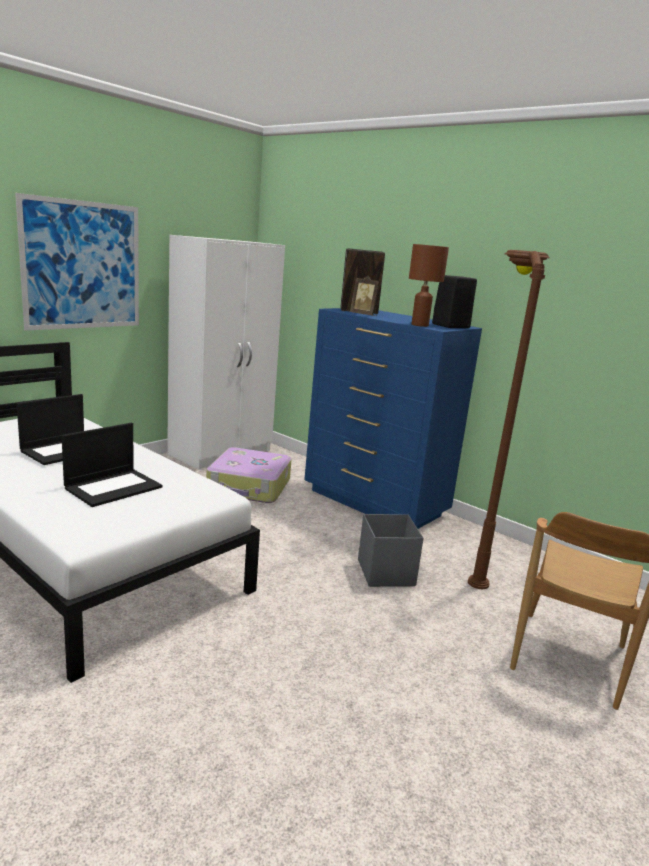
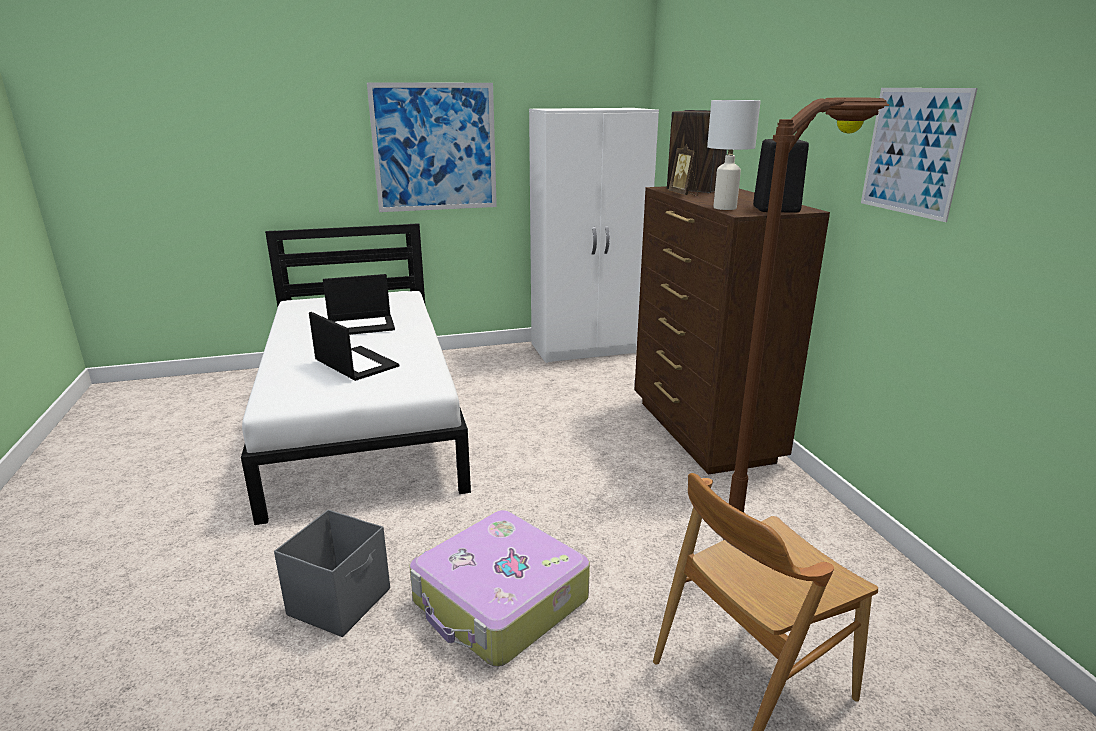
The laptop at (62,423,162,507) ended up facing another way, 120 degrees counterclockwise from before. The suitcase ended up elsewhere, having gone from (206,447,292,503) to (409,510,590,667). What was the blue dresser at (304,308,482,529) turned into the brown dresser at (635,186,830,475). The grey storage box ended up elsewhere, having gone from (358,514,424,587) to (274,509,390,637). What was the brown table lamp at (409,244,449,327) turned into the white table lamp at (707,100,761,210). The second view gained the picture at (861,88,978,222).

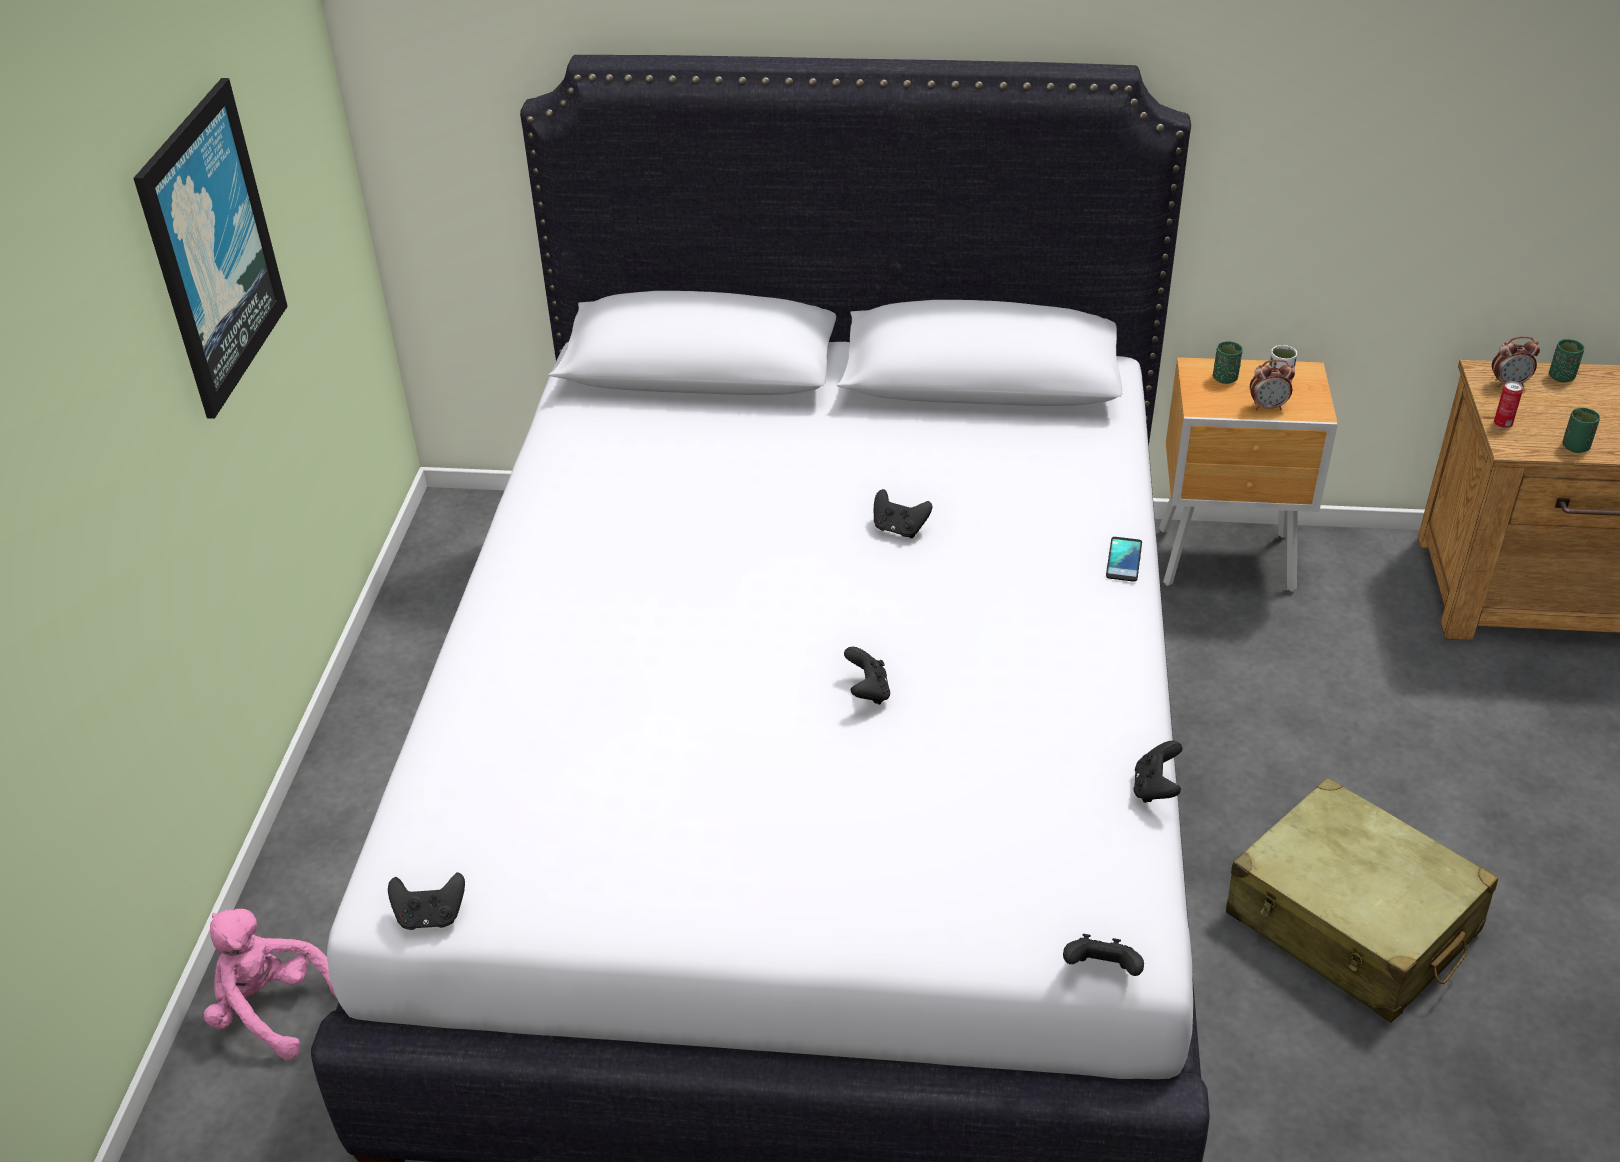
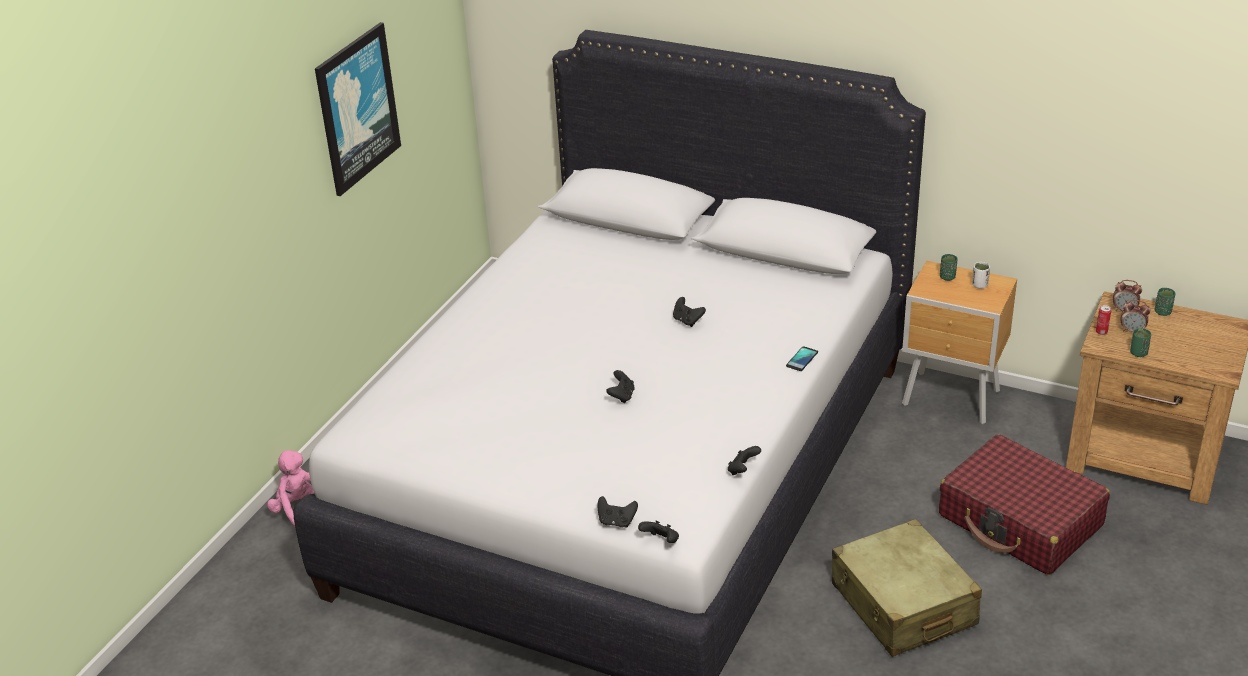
The black game controller ended up elsewhere, having gone from (388,872,465,930) to (598,496,638,528). The alarm clock ended up elsewhere, having gone from (1250,360,1295,410) to (1120,300,1151,332). The second view gained the red suitcase at (939,434,1110,575).

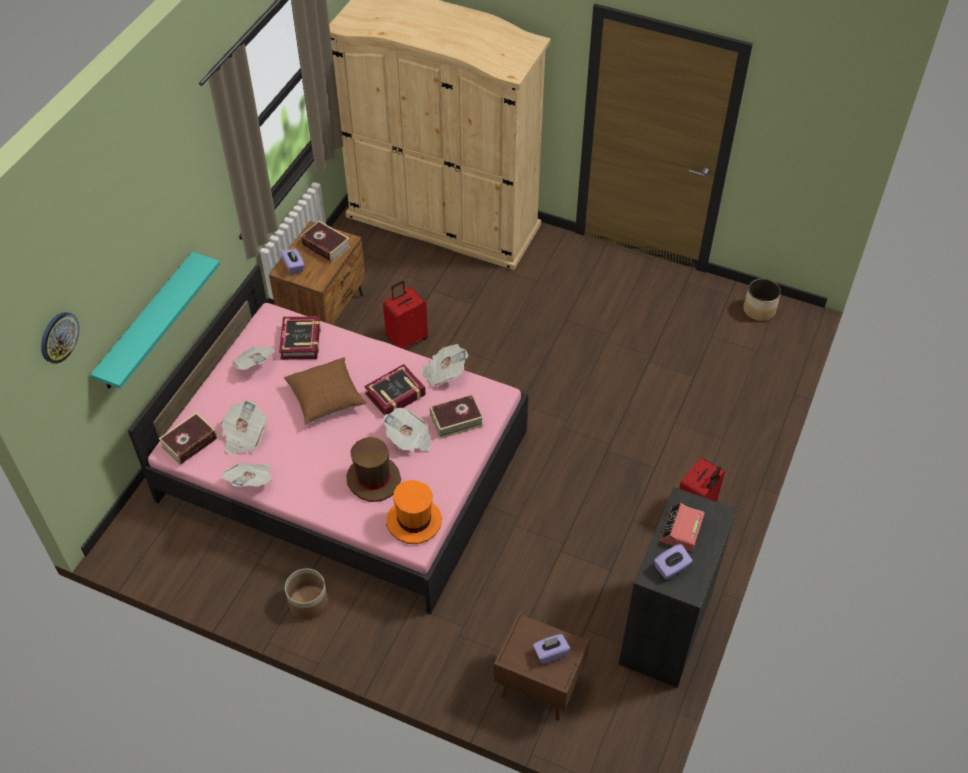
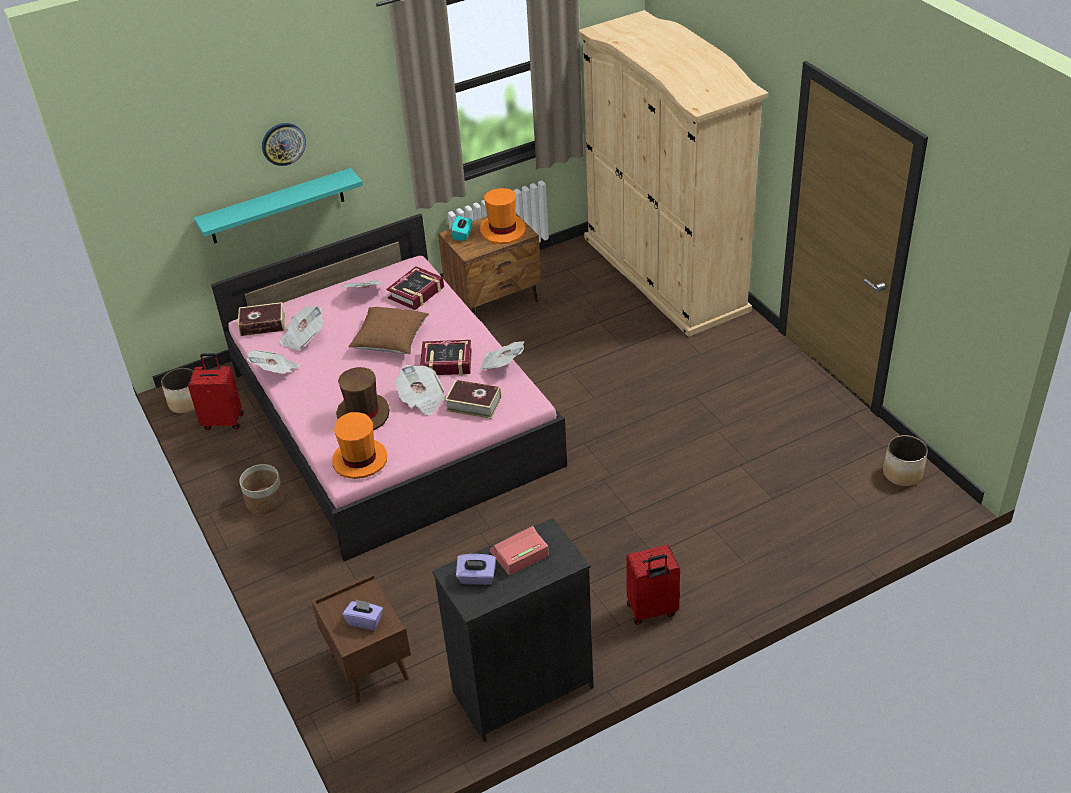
The wall clock ended up elsewhere, having gone from (41,312,79,364) to (262,123,306,166). What was the purple tissue box at (280,248,305,275) turned into the turquoise tissue box at (451,216,473,241). Where the book stood at (300,221,351,263), the orange hat came to stand at (480,188,526,244). The red suitcase ended up elsewhere, having gone from (383,281,428,350) to (188,353,243,430). The second view gained the planter at (161,368,195,413).

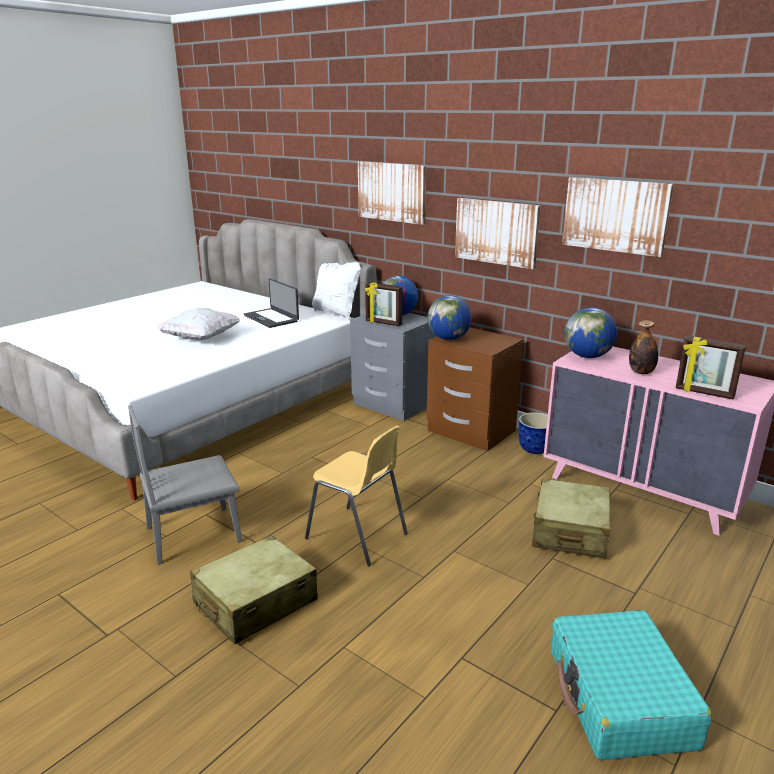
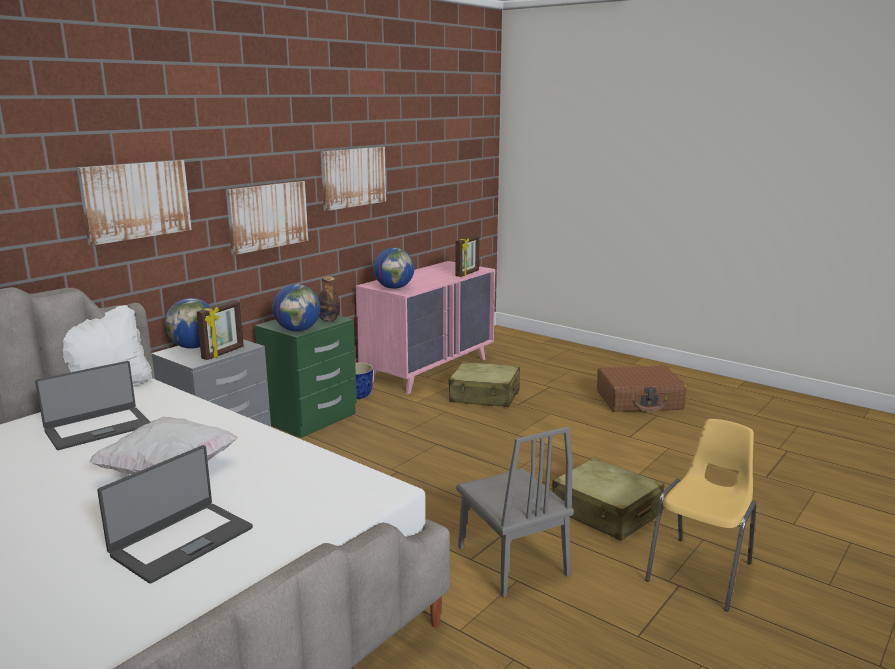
The yellow chair ended up elsewhere, having gone from (305,425,408,566) to (645,419,757,612). What was the brown nightstand at (427,327,523,451) turned into the green nightstand at (254,316,357,438). What was the turquoise suitcase at (551,610,712,760) turned into the brown suitcase at (597,365,687,413). The bottle ended up elsewhere, having gone from (629,320,658,374) to (318,276,340,322). The second view gained the laptop at (97,445,253,584).

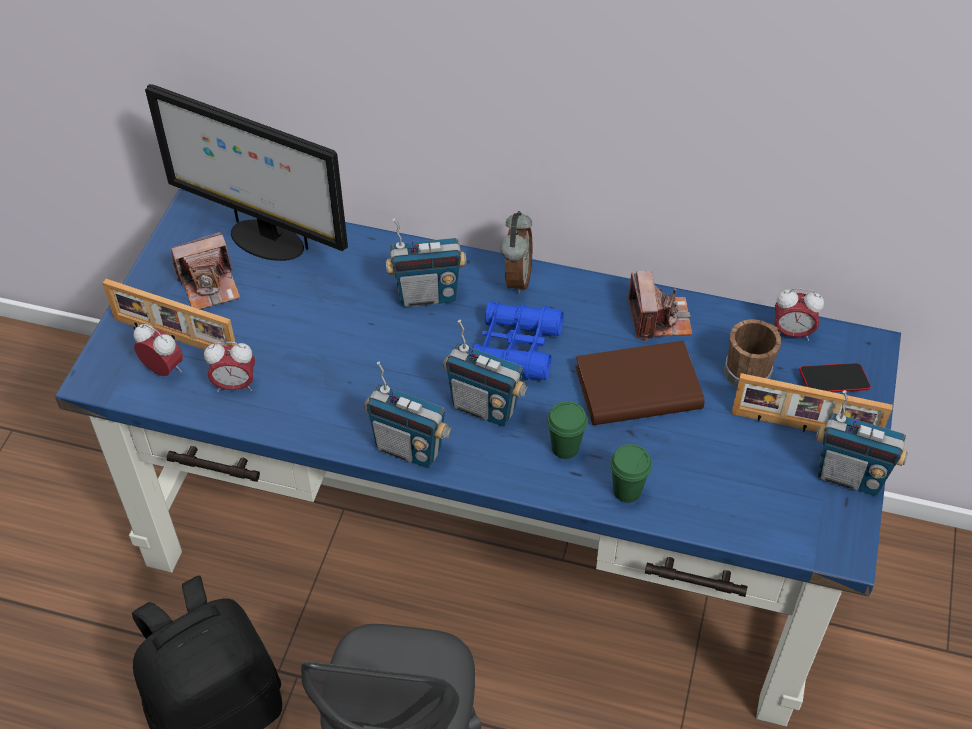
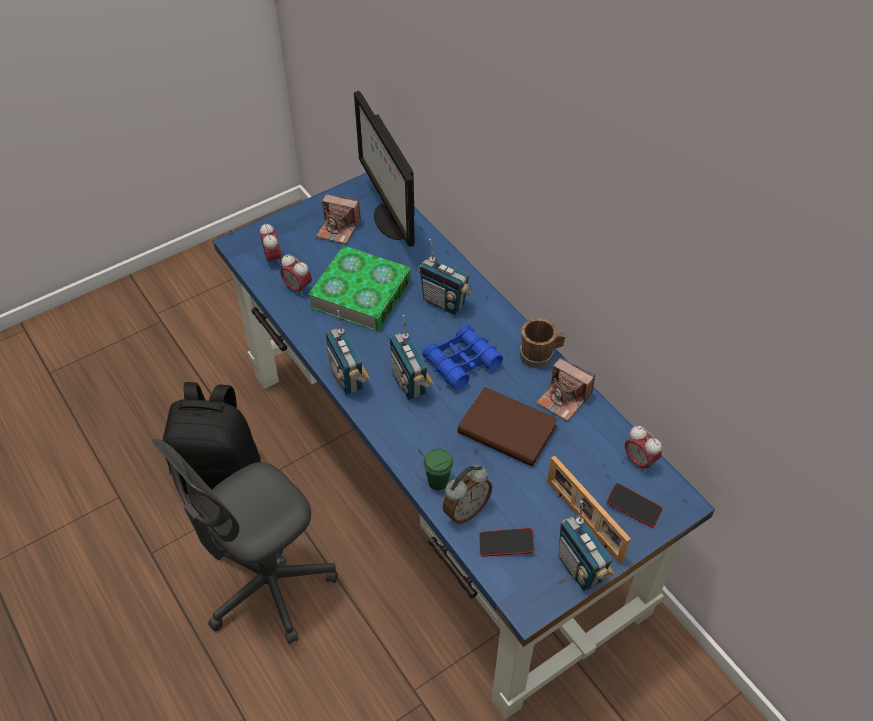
The second view lost the picture frame at (103,279,236,350). The alarm clock ended up elsewhere, having gone from (501,211,532,294) to (443,465,492,523). The second view lost the green cup at (547,401,588,459). The photo camera at (628,271,692,341) ended up facing another way, 90 degrees clockwise from before. The brown mug ended up elsewhere, having gone from (724,319,781,388) to (520,318,565,369). The second view gained the book at (308,245,411,331). The second view gained the phone at (479,528,535,557).

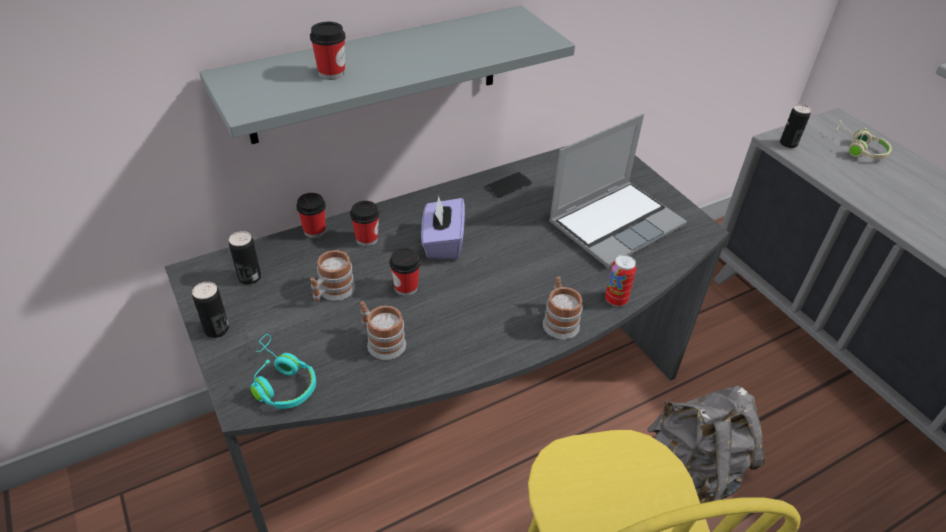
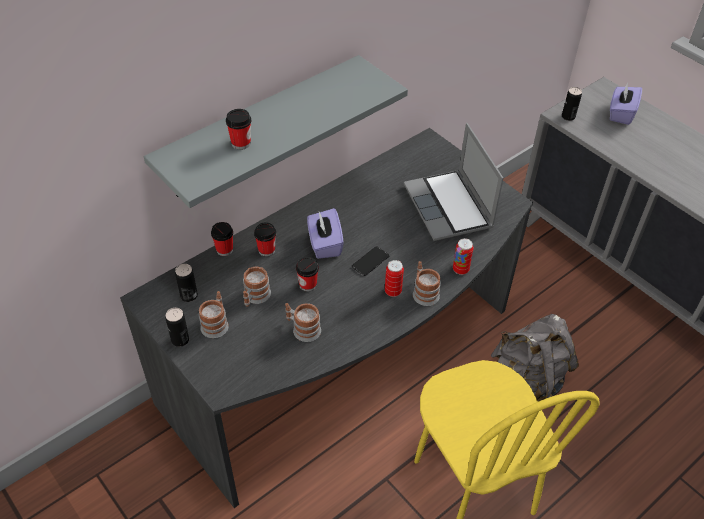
The second view lost the turquoise headphones at (250,334,316,409). The phone ended up elsewhere, having gone from (486,172,532,197) to (352,247,389,276). The laptop at (549,114,687,268) ended up facing another way, 120 degrees clockwise from before. Where the beige headphones stood at (836,121,892,159), the purple tissue box came to stand at (610,82,642,125). The second view gained the mug at (199,291,229,338). The second view gained the can at (385,260,404,297).

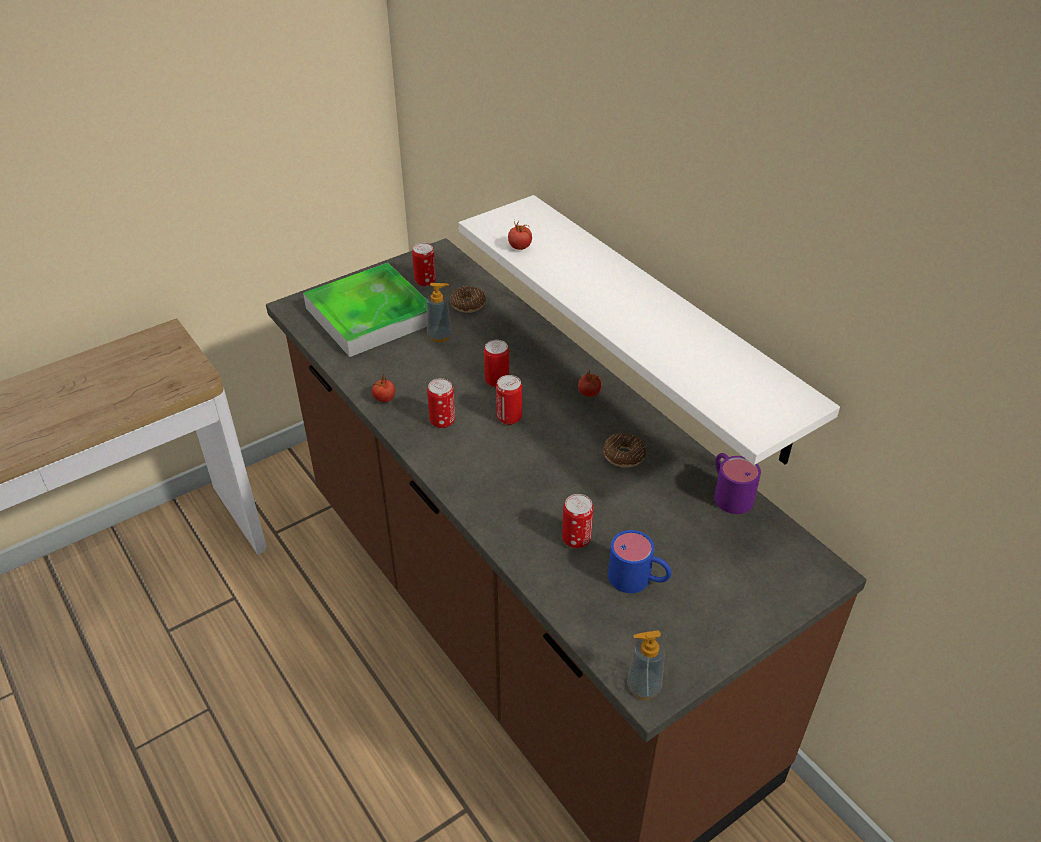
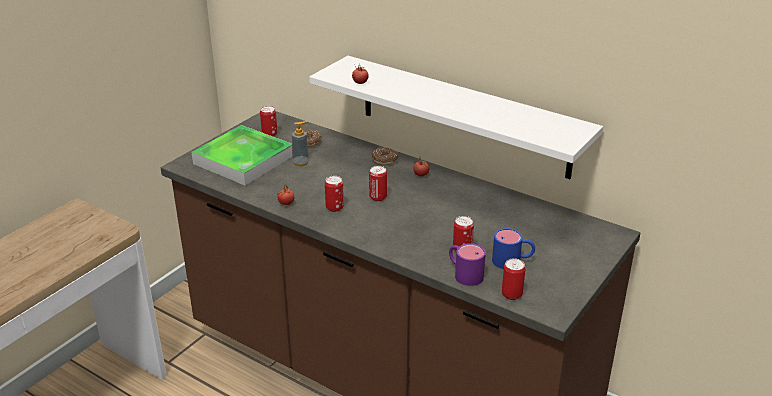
The can ended up elsewhere, having gone from (484,340,509,388) to (502,258,525,300). The donut ended up elsewhere, having gone from (603,433,646,467) to (372,148,398,165). The second view lost the soap dispenser at (627,630,665,700). The purple mug ended up elsewhere, having gone from (714,453,761,514) to (449,243,486,286).

